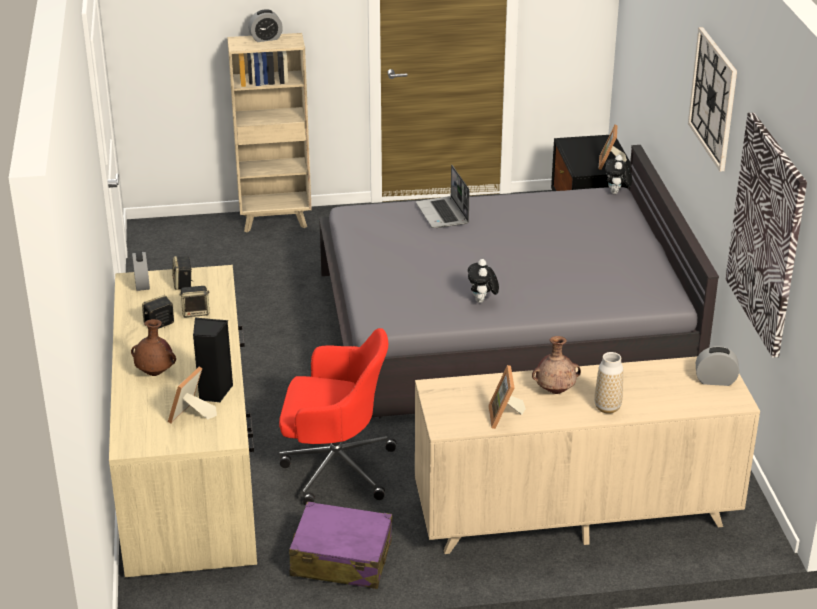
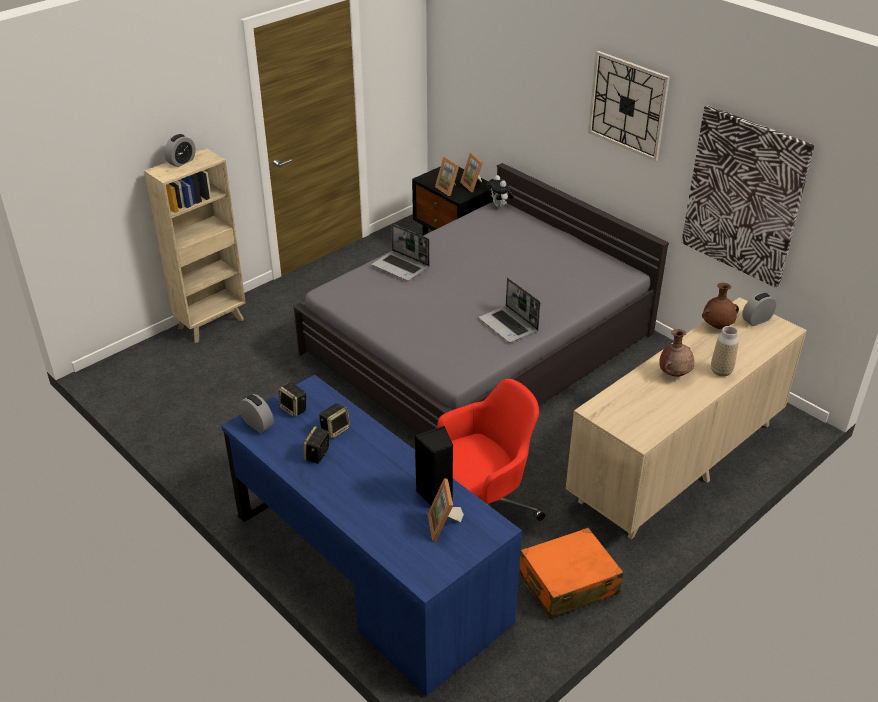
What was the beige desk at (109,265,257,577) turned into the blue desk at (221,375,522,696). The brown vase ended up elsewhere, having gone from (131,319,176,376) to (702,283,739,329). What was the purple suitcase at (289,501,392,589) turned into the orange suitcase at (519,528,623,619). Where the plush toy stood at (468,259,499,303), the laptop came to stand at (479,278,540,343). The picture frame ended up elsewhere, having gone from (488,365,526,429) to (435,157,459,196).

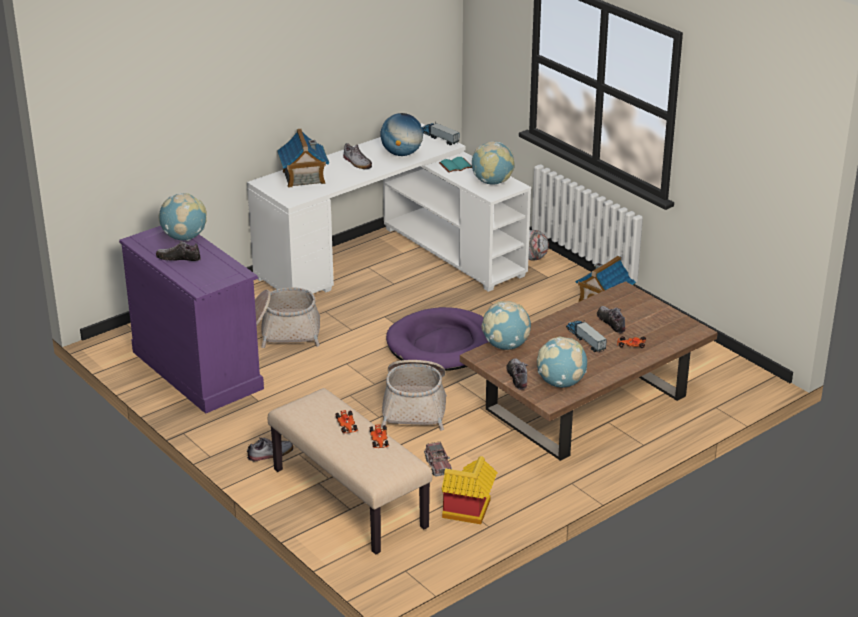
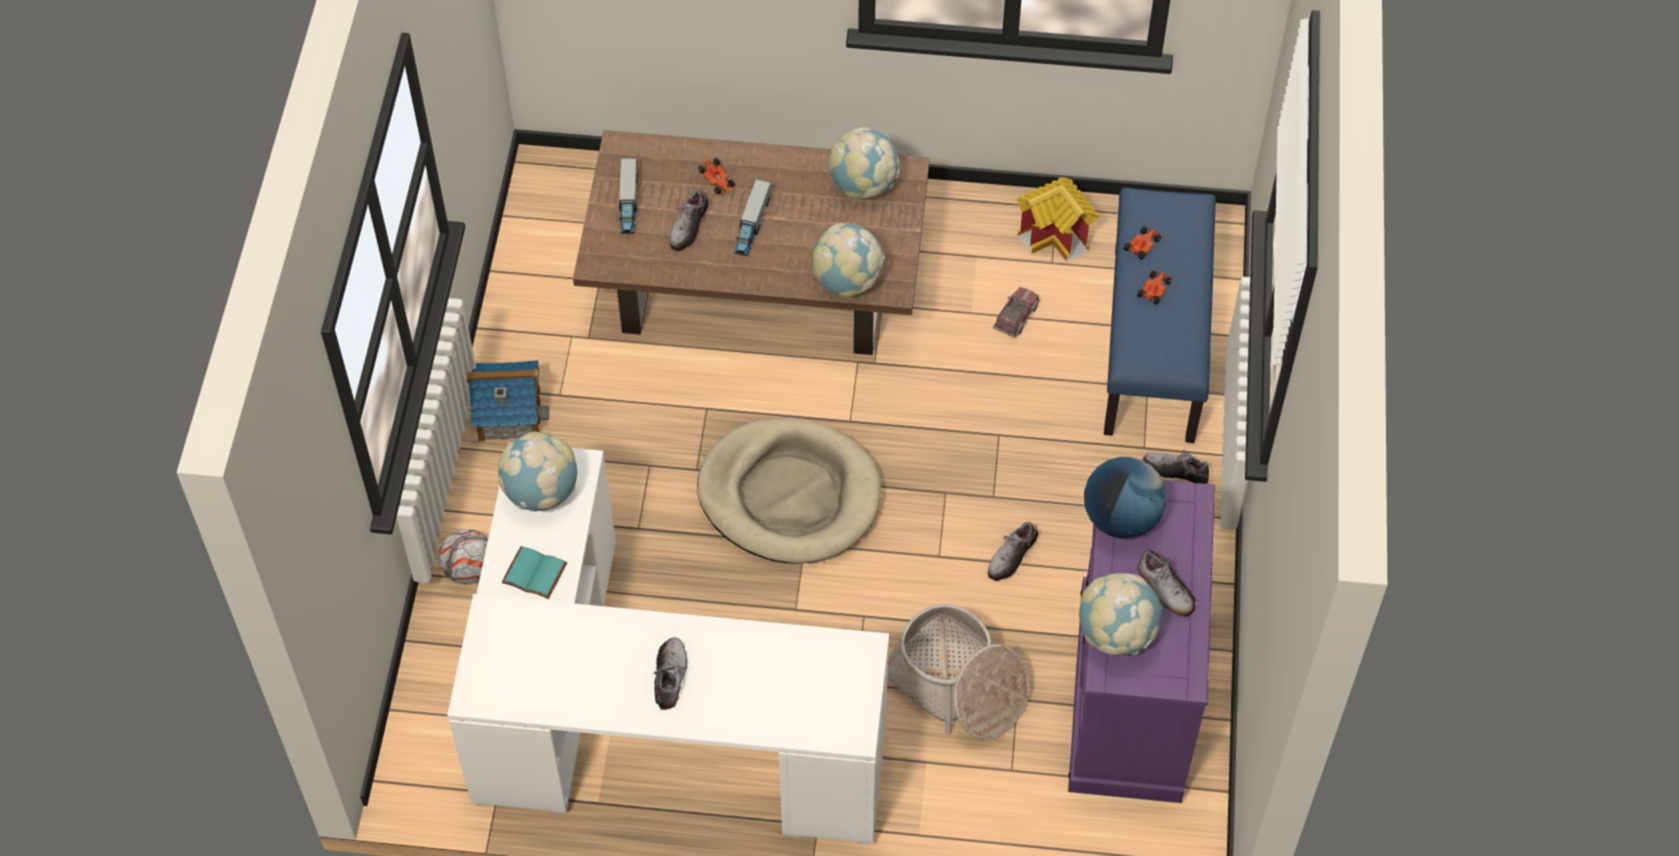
What was the beige bench at (268,388,432,554) turned into the blue bench at (1104,188,1216,443). The second view lost the toy house at (277,129,329,188). The globe ended up elsewhere, having gone from (380,113,423,156) to (1084,457,1166,539). The second view lost the basket at (381,360,447,431). What was the purple dog bed at (386,307,488,371) turned into the beige dog bed at (697,417,881,564). The toy truck ended up elsewhere, having gone from (422,122,460,145) to (619,157,638,234). The shoe ended up elsewhere, having gone from (506,358,528,390) to (988,522,1038,581).

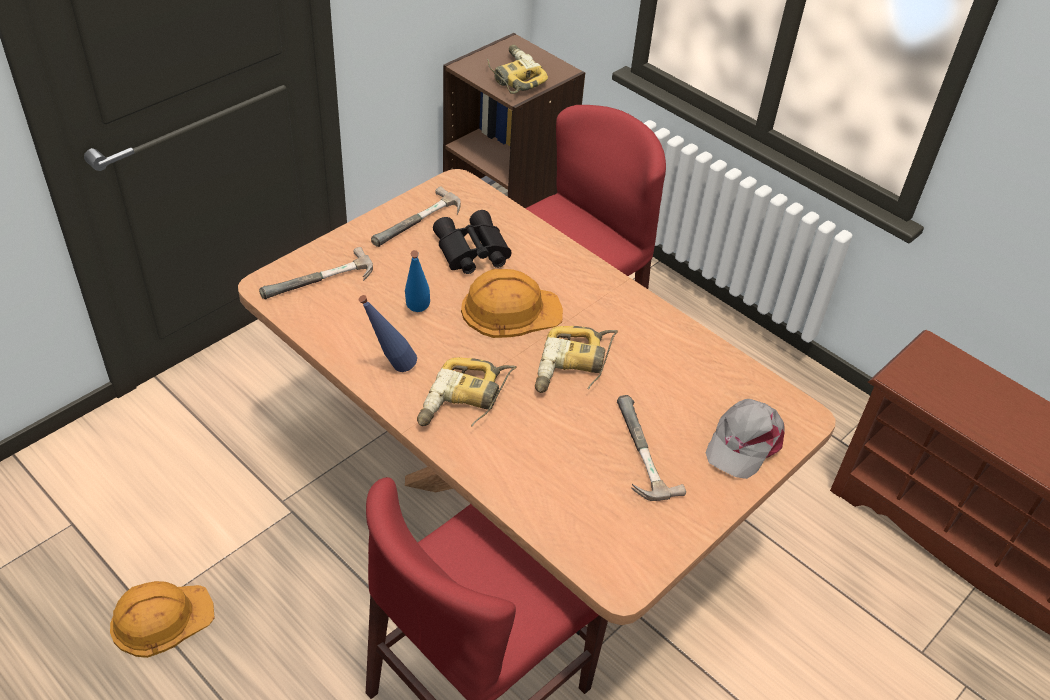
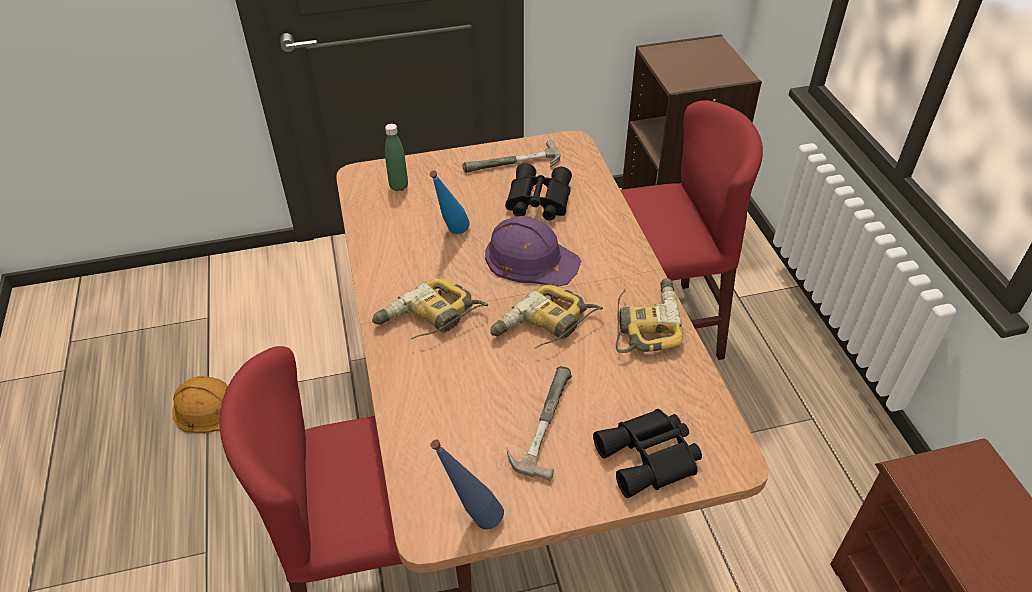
Where the hammer stood at (259,247,373,299), the green bottle came to stand at (385,124,408,191). The blue bottle ended up elsewhere, having gone from (359,295,417,372) to (430,440,504,530). What was the orange hard hat at (461,269,563,338) turned into the purple hard hat at (485,216,581,287). The power drill ended up elsewhere, having gone from (487,45,548,94) to (616,278,683,353). Where the grey cap stood at (706,399,785,479), the black binoculars came to stand at (593,409,702,498).

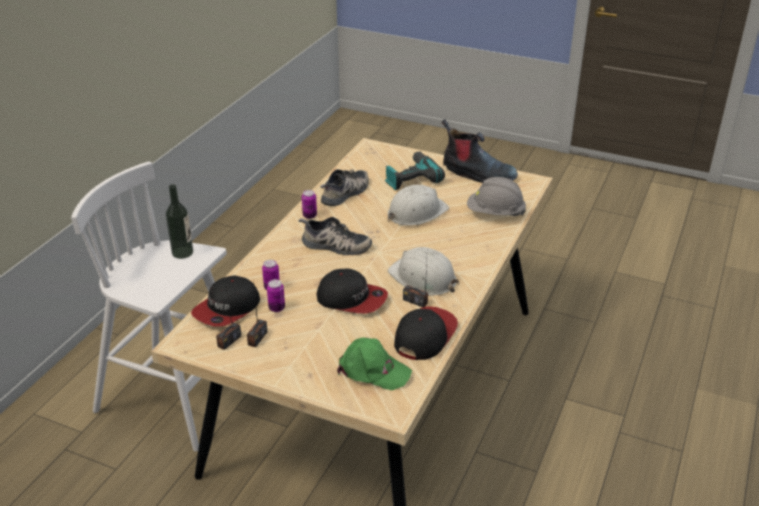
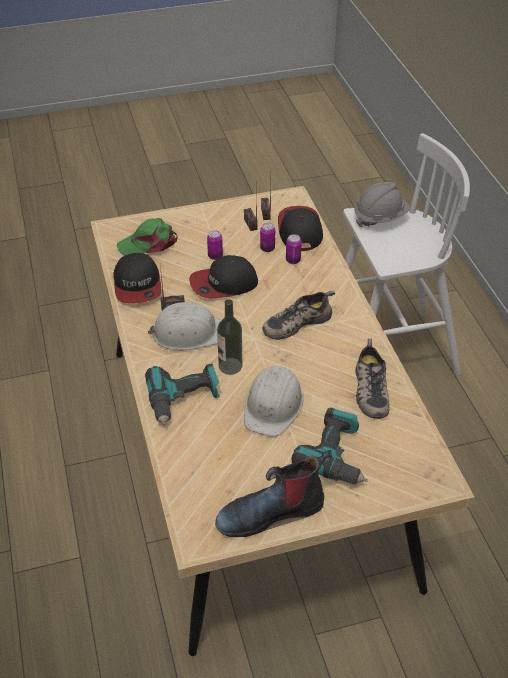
The bottle ended up elsewhere, having gone from (166,184,193,259) to (217,299,242,375). The can ended up elsewhere, having gone from (302,190,317,219) to (207,230,223,260). The grey hard hat ended up elsewhere, having gone from (467,177,526,216) to (354,182,410,227). The second view gained the power drill at (145,363,220,426).

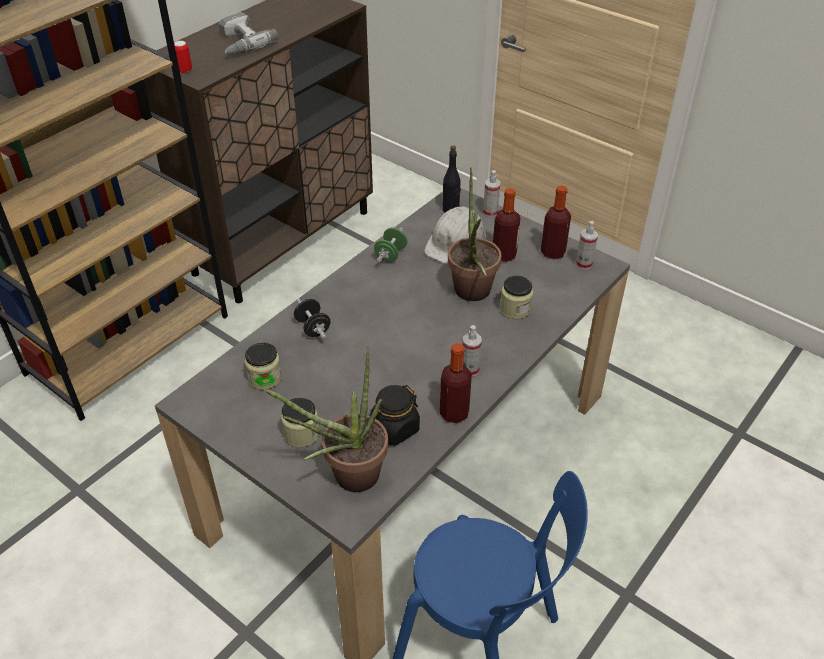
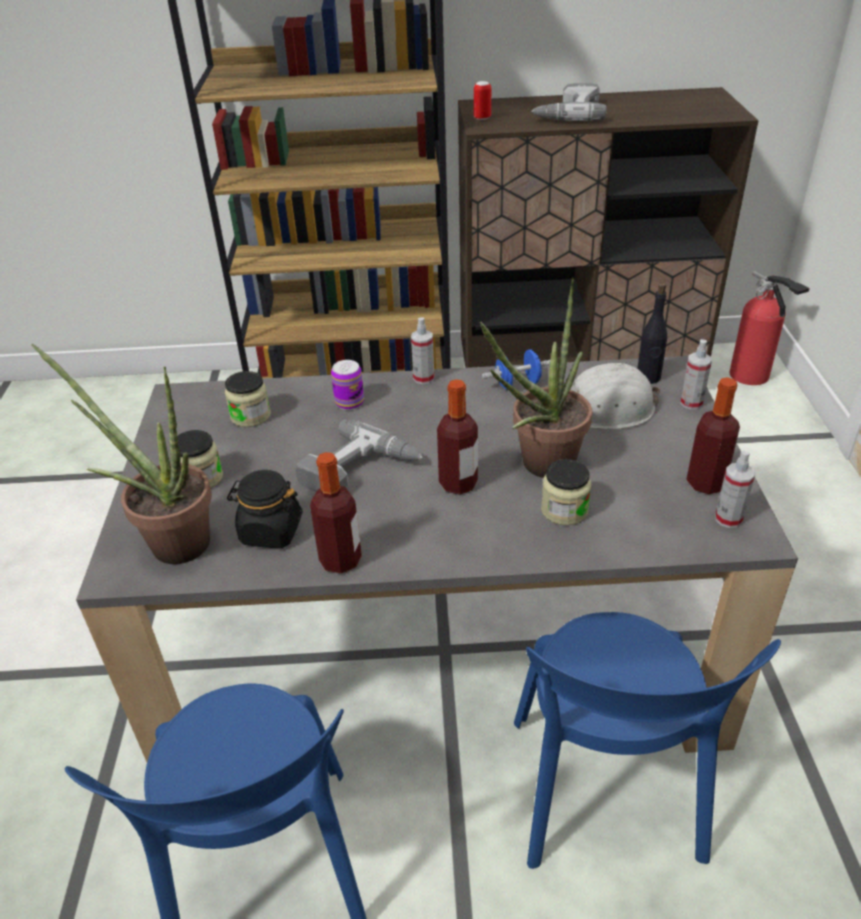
Where the black dumbbell stood at (294,298,330,339), the can came to stand at (331,360,364,410). What was the green dumbbell at (374,227,407,263) turned into the blue dumbbell at (482,349,551,390). The spray bottle ended up elsewhere, having gone from (462,325,482,376) to (411,317,434,384). The bottle ended up elsewhere, having gone from (493,188,520,262) to (437,379,478,495). The second view gained the power drill at (295,419,423,492). The second view gained the blue chair at (514,612,781,869). The second view gained the fire extinguisher at (729,271,810,385).

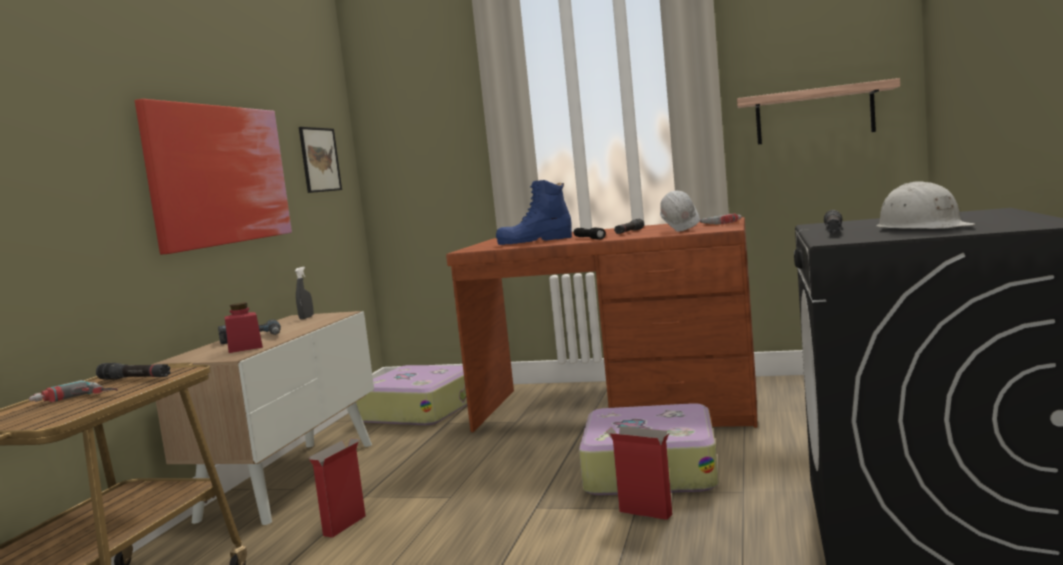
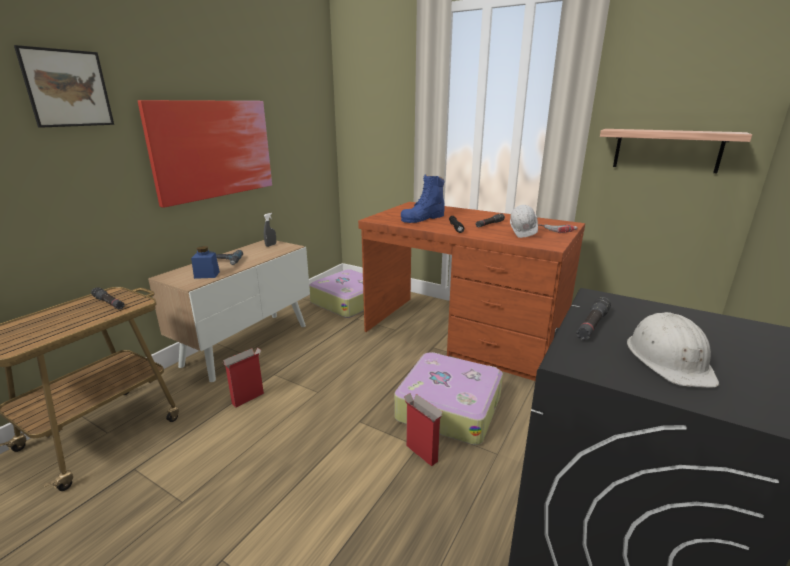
The second view lost the power drill at (29,380,118,402). What was the red jar at (225,303,263,353) turned into the blue jar at (191,246,220,279). The picture ended up elsewhere, having gone from (299,127,342,193) to (14,45,114,128). The blue boot at (496,180,572,245) ended up facing another way, 45 degrees counterclockwise from before.

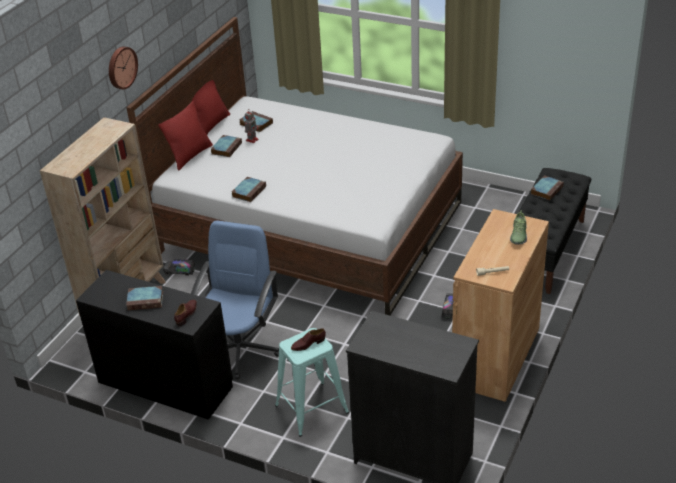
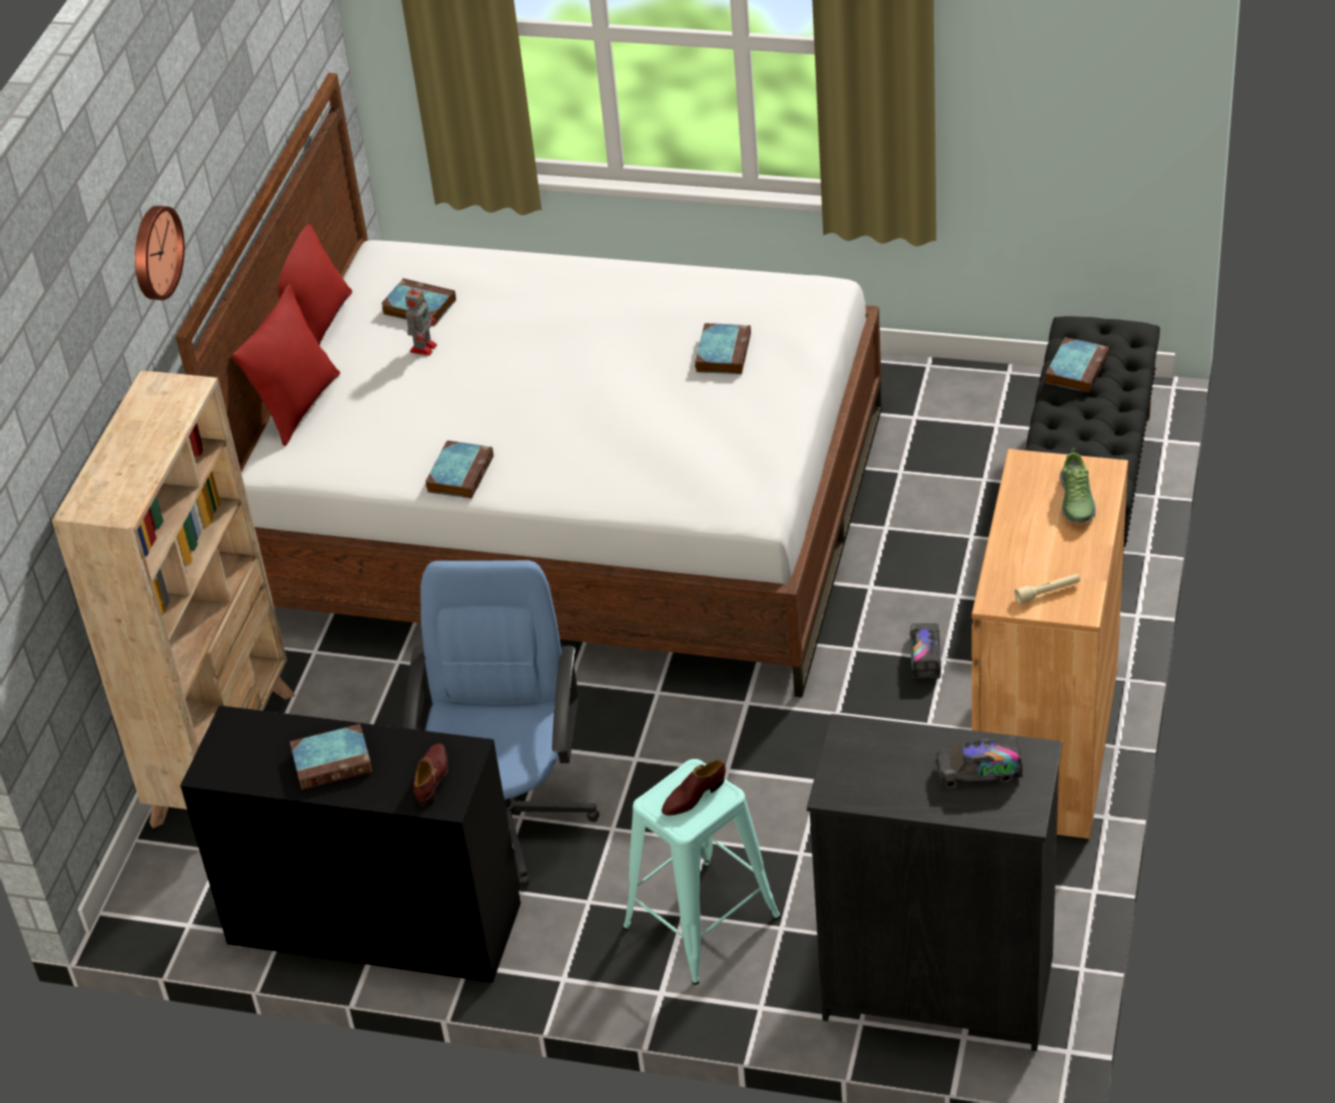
The toy truck ended up elsewhere, having gone from (163,259,196,276) to (936,737,1023,788). The book ended up elsewhere, having gone from (211,135,242,157) to (695,323,751,374).

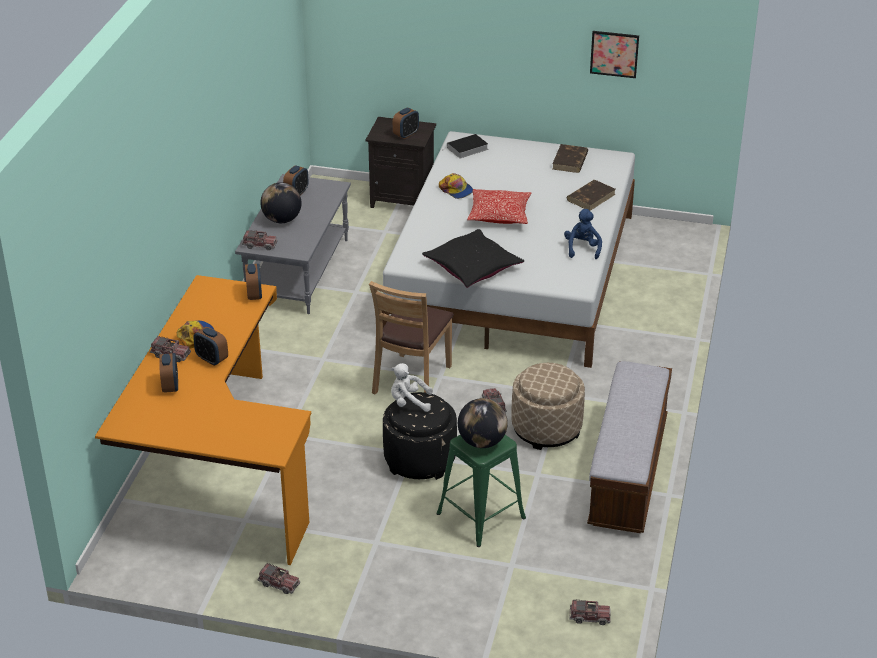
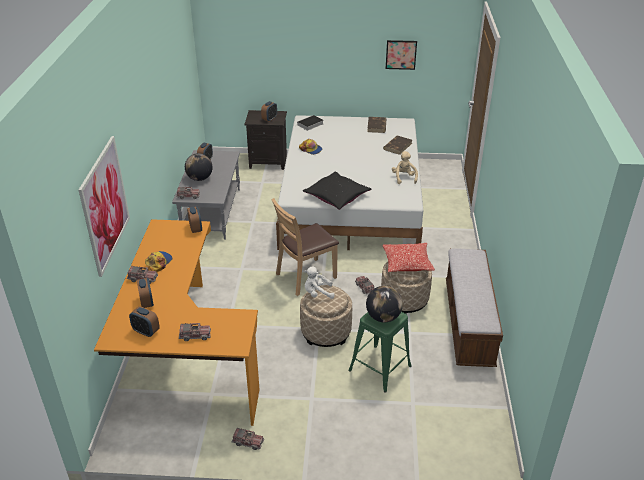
The alarm clock ended up elsewhere, having gone from (193,327,228,366) to (129,306,160,337). The brown chair at (369,281,454,395) ended up facing another way, 45 degrees clockwise from before. What was the black ottoman at (383,392,457,480) turned into the beige ottoman at (300,285,352,347). The pillow ended up elsewhere, having gone from (467,189,532,224) to (383,243,435,272). What was the blue plush toy at (564,209,602,259) turned into the beige plush toy at (392,151,418,184). The toy truck ended up elsewhere, having gone from (569,599,611,625) to (179,323,211,341). The second view gained the picture at (78,136,130,277).

